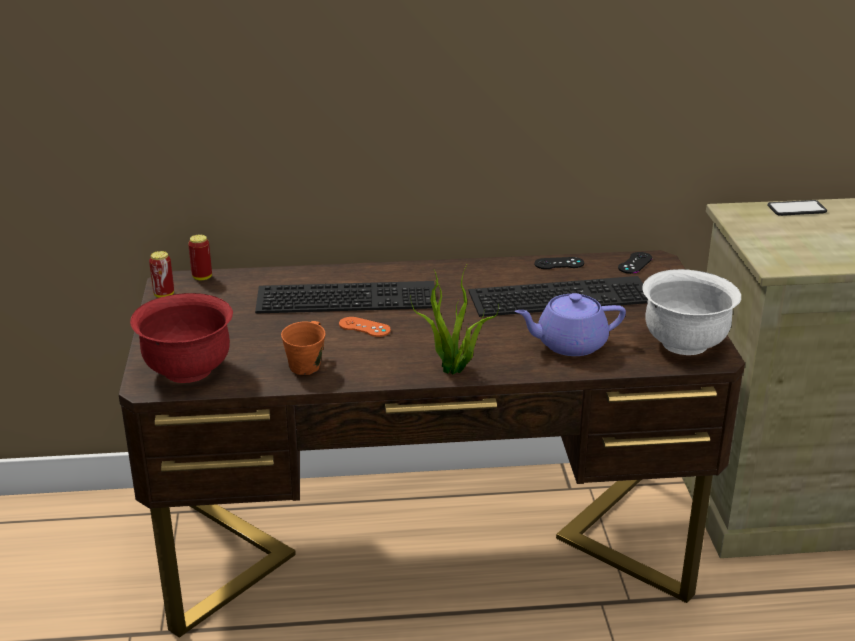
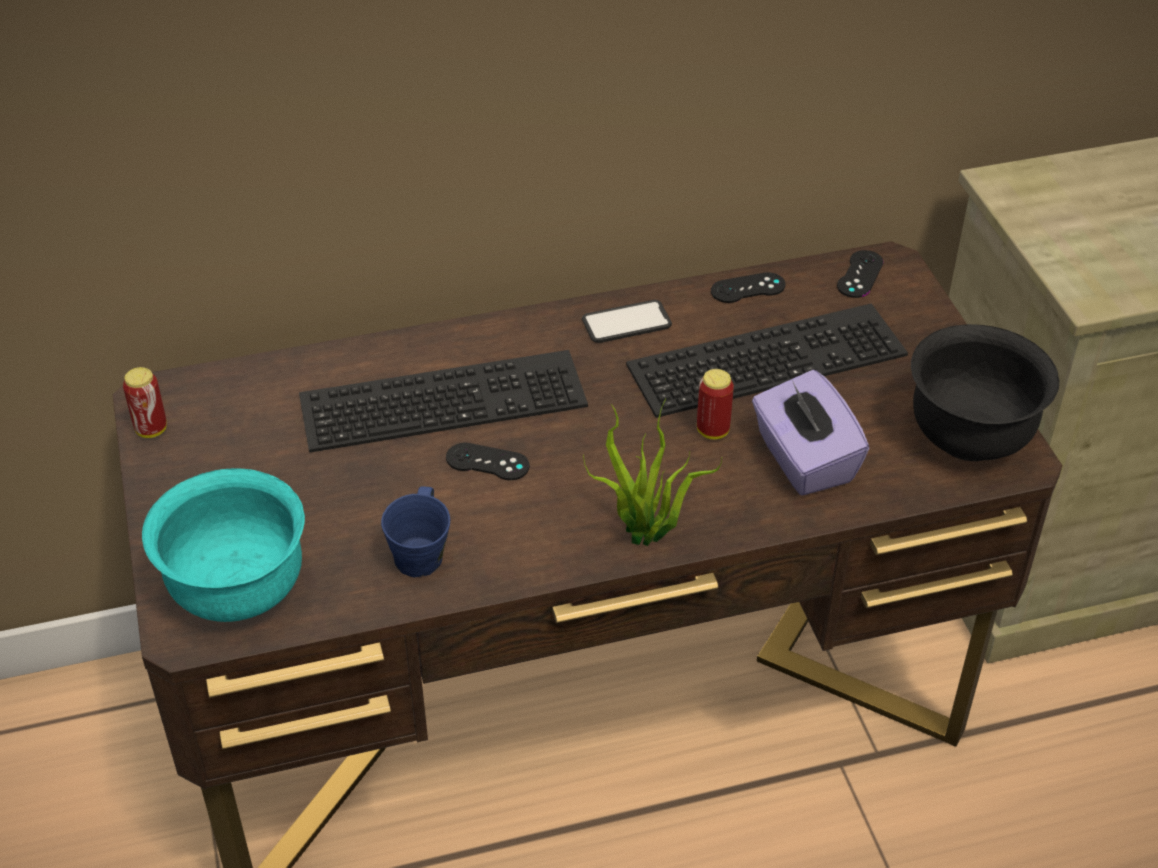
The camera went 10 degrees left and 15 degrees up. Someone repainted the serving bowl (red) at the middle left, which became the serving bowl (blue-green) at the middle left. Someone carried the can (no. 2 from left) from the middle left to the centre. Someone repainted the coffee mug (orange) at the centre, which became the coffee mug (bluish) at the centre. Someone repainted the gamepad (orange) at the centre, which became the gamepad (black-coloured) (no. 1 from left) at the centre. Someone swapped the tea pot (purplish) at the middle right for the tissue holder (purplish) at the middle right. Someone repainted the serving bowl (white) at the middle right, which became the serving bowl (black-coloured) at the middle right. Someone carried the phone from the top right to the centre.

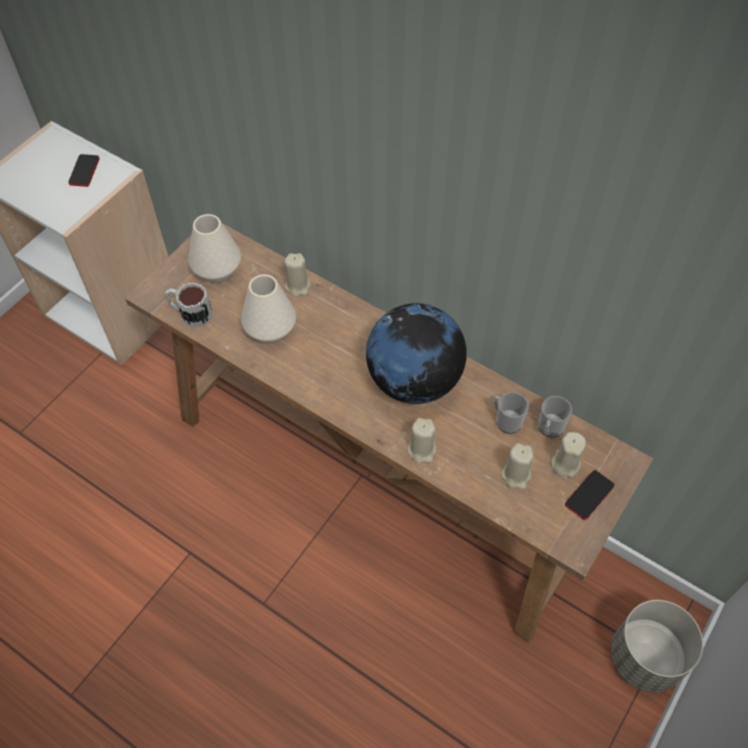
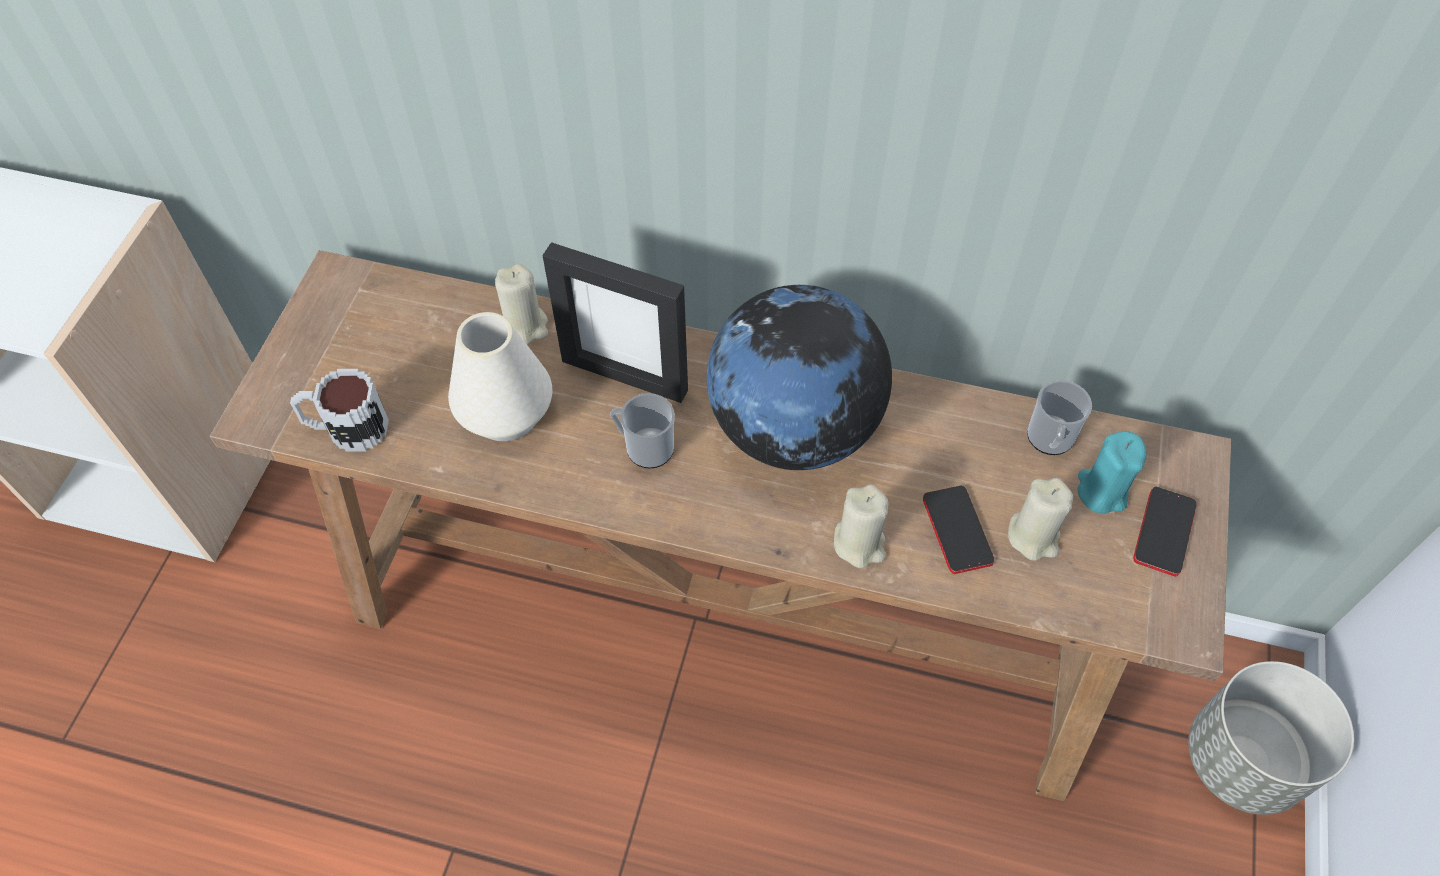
The camera went 20 degrees left and 0 degrees up. Someone carried the phone (no. 1 from left) from the top left to the centre. Someone took away the vase (white) (no. 1 from left) at the top left. Someone carried the coffee mug (no. 2 from left) from the middle right to the centre. Someone repainted the wax light (beige) (no. 4 from left) at the middle right, which became the wax light (blue-green) at the middle right. Someone put down the picture frame at the centre.

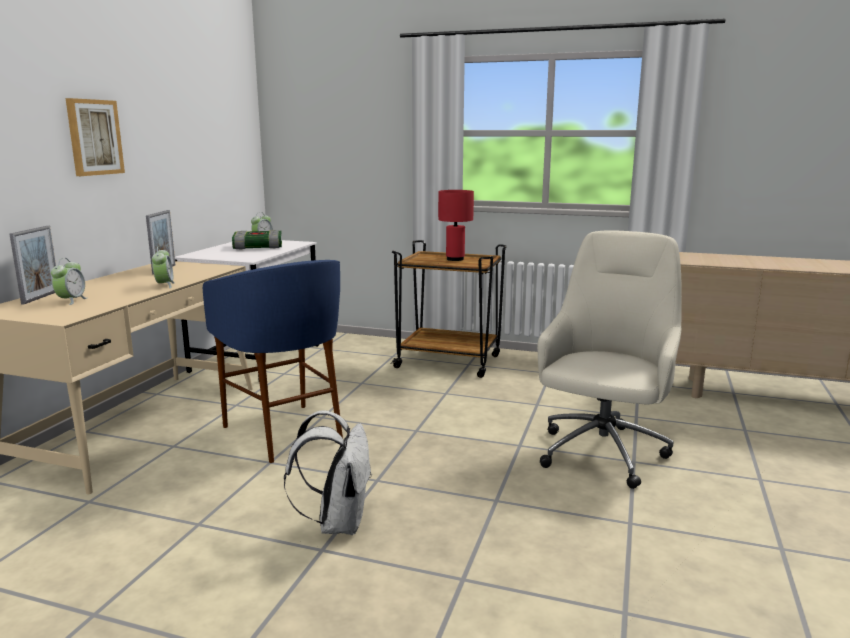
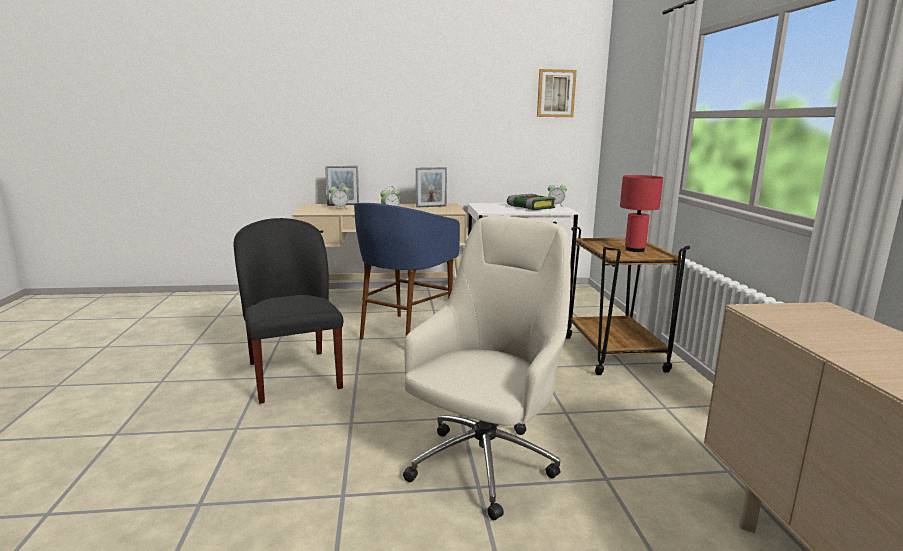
The camera went 65 degrees right and 0 degrees up. Someone carried the wall art from the top left to the top centre. Someone swapped the knapsack (white) at the bottom centre for the upright chair (black-coloured) at the middle left. Someone rotated the computer chair (beige) at the middle right by 60 degrees counterclockwise.

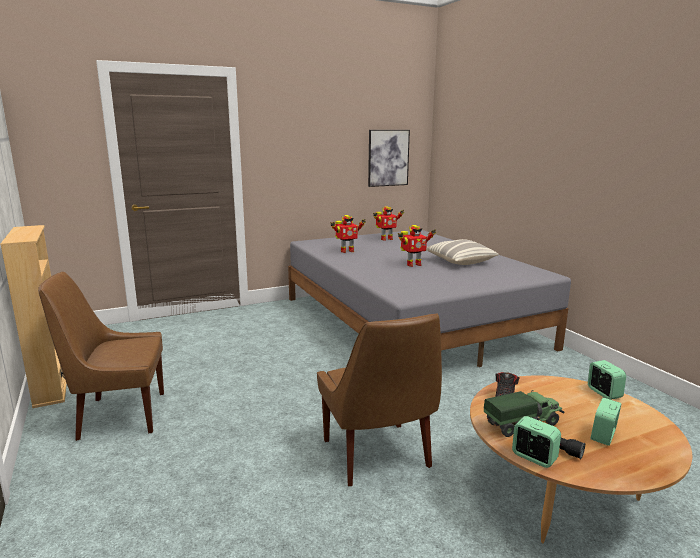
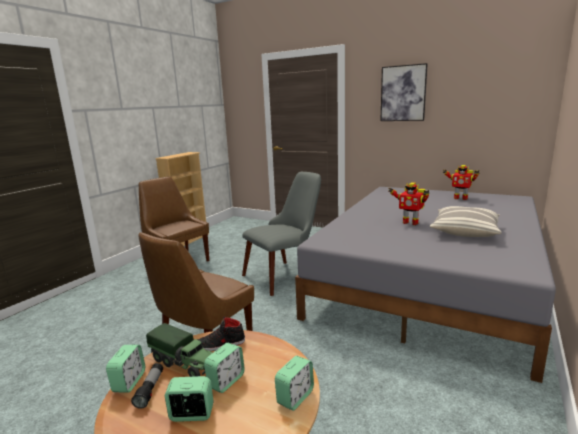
The camera went 55 degrees right and 0 degrees up. Someone took away the robot figure (no. 1 from left) at the centre. Someone carried the wall art from the top centre to the top right. Someone put down the bedside clock (no. 3 from left) at the bottom centre. Someone put down the upright chair (gray) at the centre.

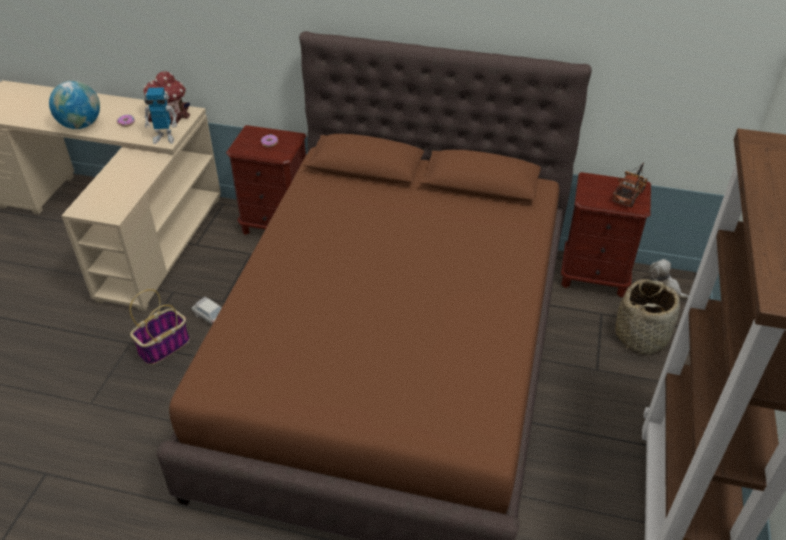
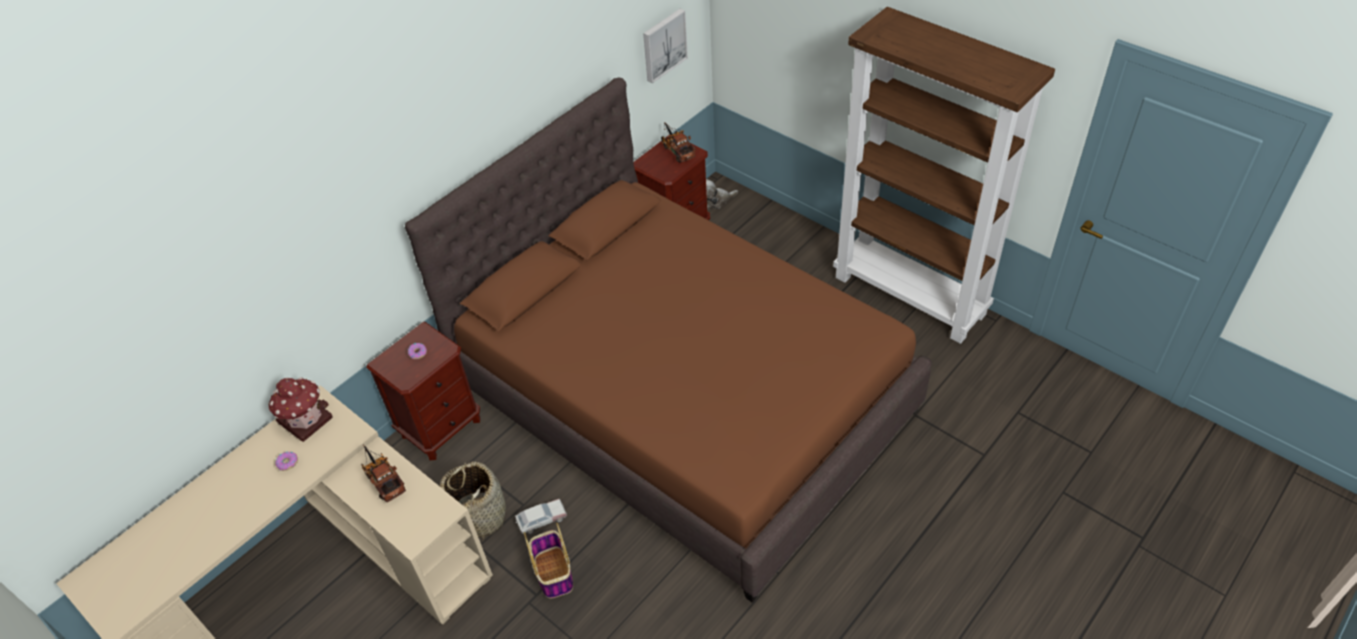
The camera went 60 degrees left and 5 degrees up. Someone took away the desk globe at the top left. Someone took away the robot figure at the top left. Someone carried the storage basket (no. 2 from left in the first image) from the middle right to the bottom centre. Someone put down the toy truck (no. 1 from left) at the bottom left. Someone put up the wall art at the top centre.

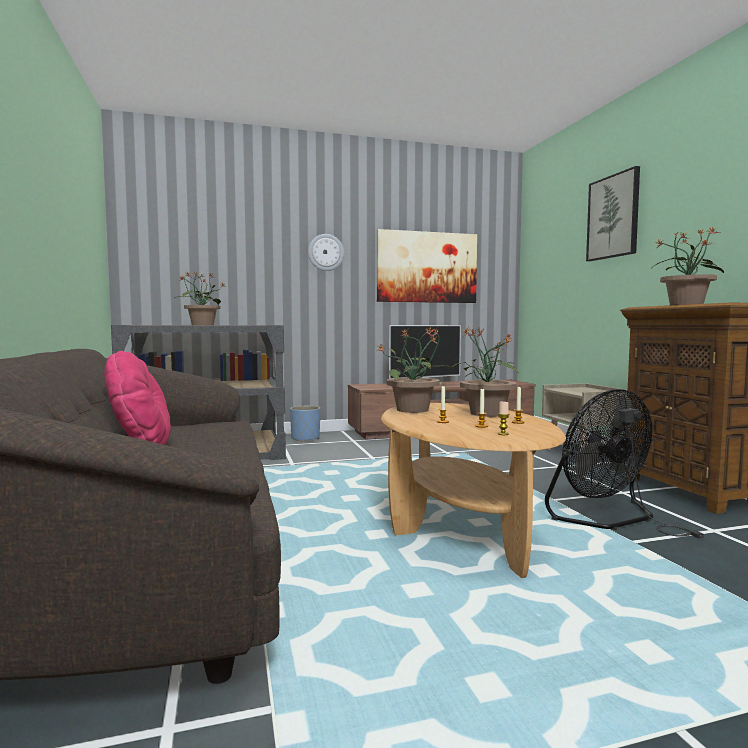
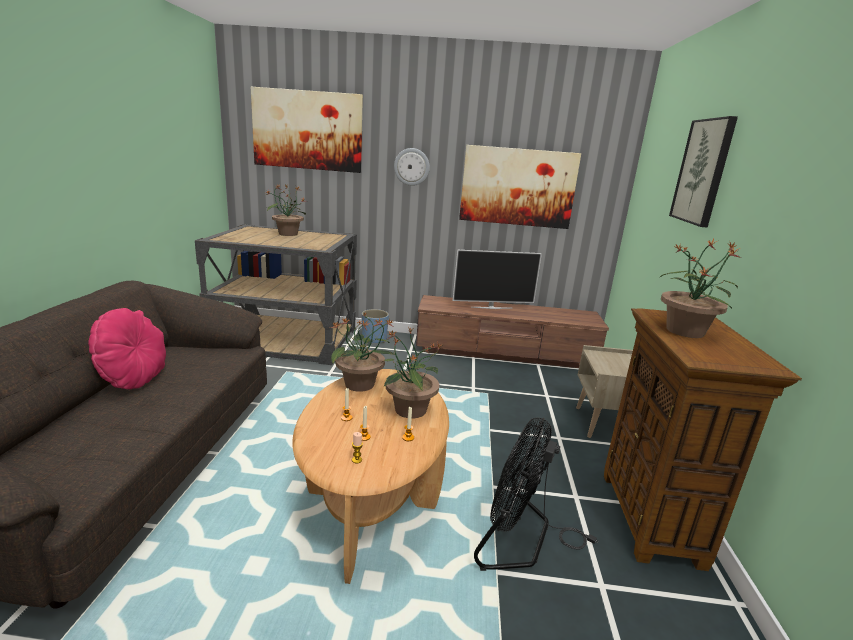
The camera went 20 degrees right and 15 degrees up. Someone rotated the electric fan (black-coloured) at the middle right by 60 degrees counterclockwise. Someone put up the wall art (no. 1 from left) at the top centre.

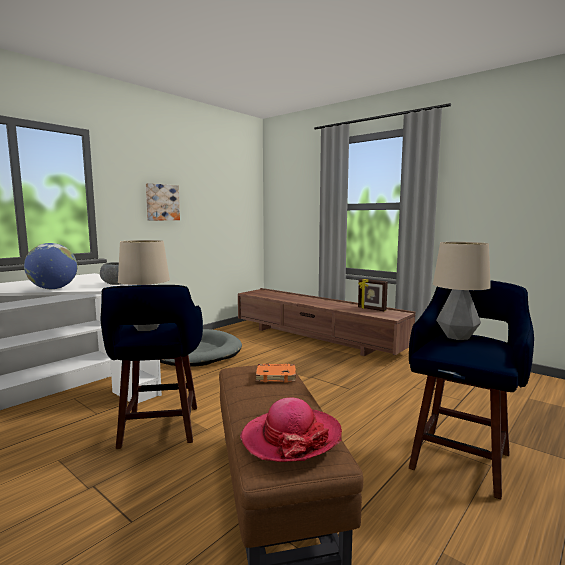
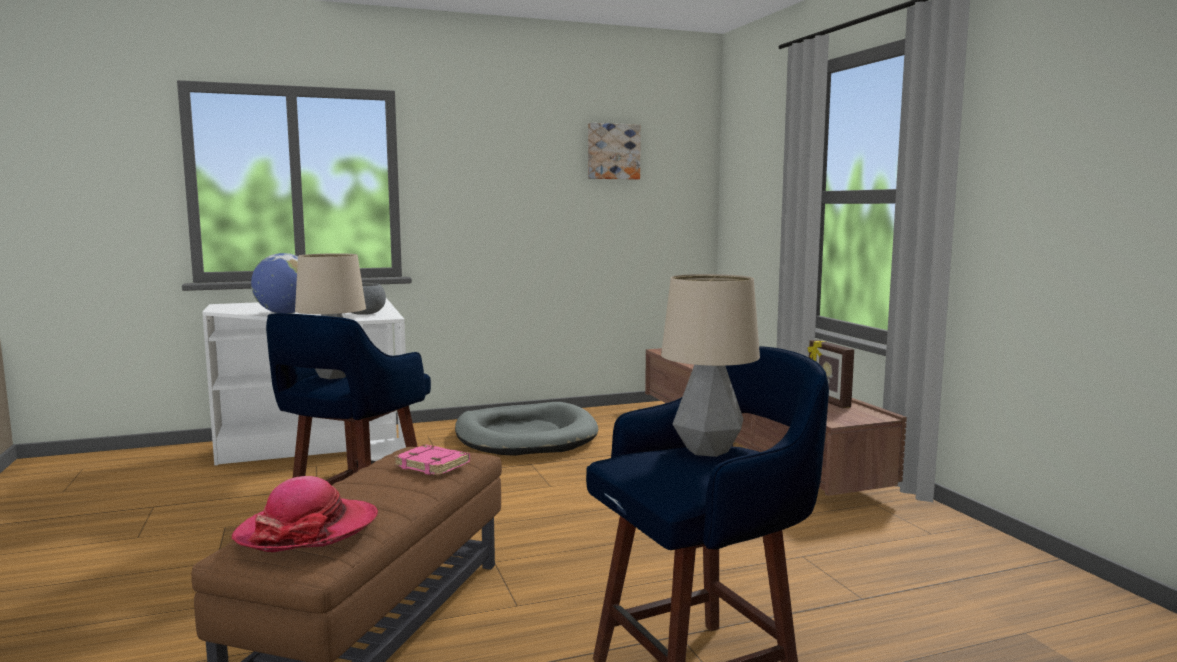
The camera went 30 degrees right and 0 degrees up. Someone carried the wall art from the middle left to the top centre. Someone repainted the volume (orange) at the centre, which became the volume (pinkish) at the bottom centre.

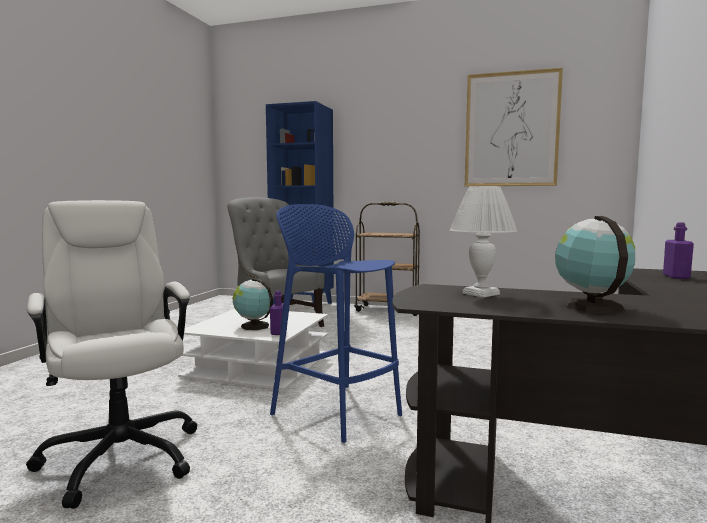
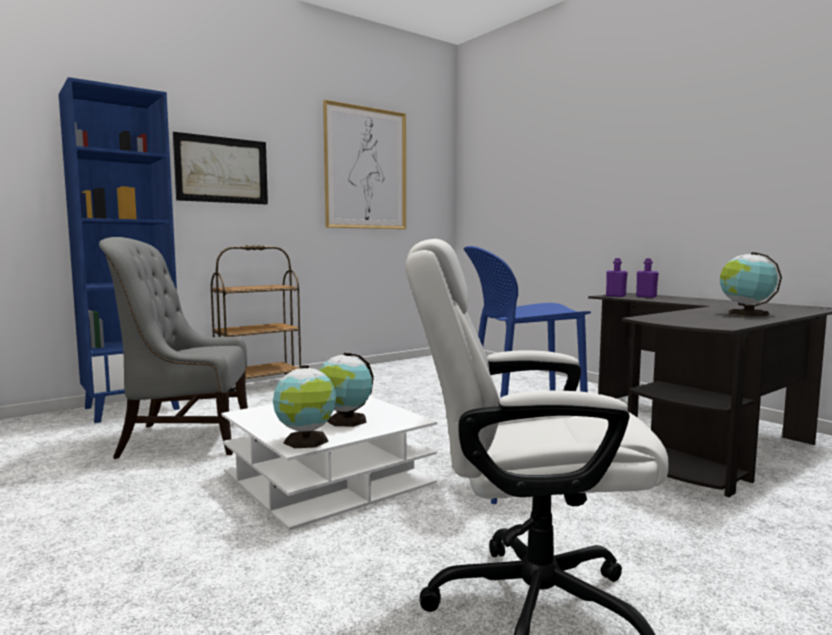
The camera went 55 degrees left and 0 degrees up. Someone carried the drink bottle (purplish) (no. 1 from left) from the centre to the middle right. Someone took away the table lamp (white) at the middle right. Someone put up the wall art (no. 1 from left) at the top left. Someone put down the desk globe (no. 1 from left) at the centre.

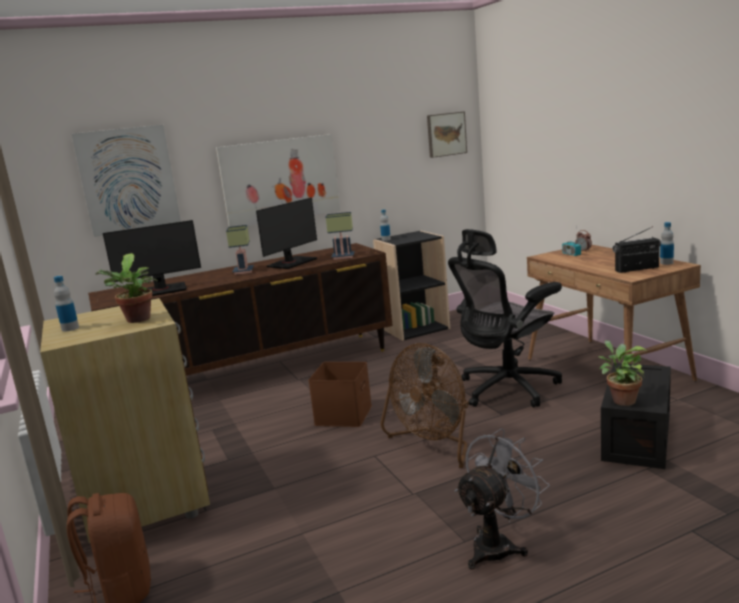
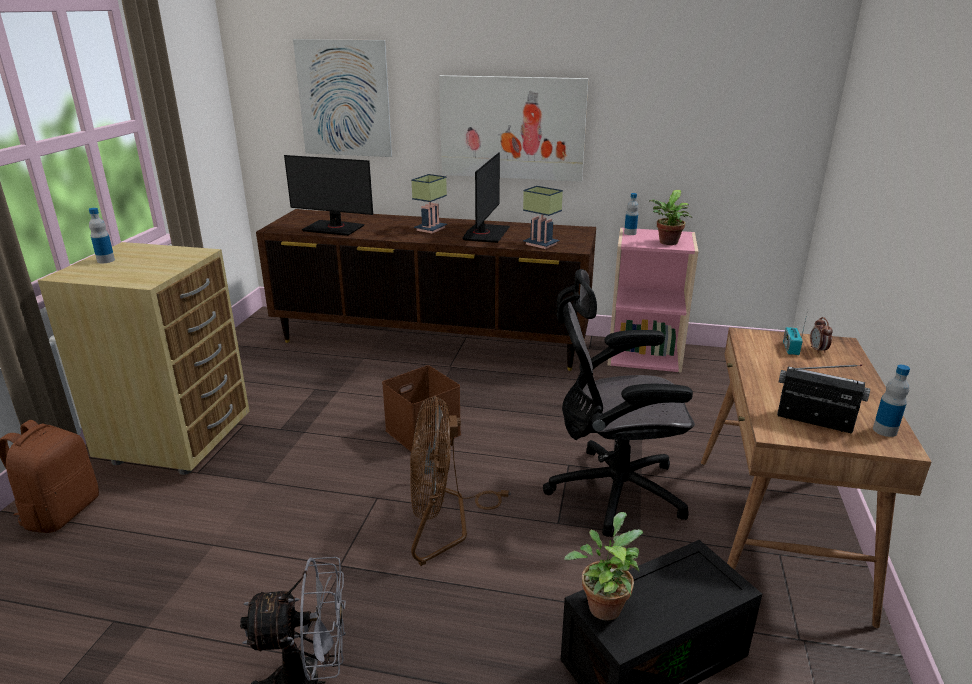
The camera went 35 degrees right and 10 degrees up. Someone carried the houseplant (no. 1 from left in the first image) from the middle left to the top right. Someone rotated the monitor (no. 2 from left) at the centre by 60 degrees counterclockwise. Someone repainted the bookshelf (black-coloured) at the centre, which became the bookshelf (pinkish) at the middle right. Someone took away the wall art (no. 3 from left) at the top centre.

